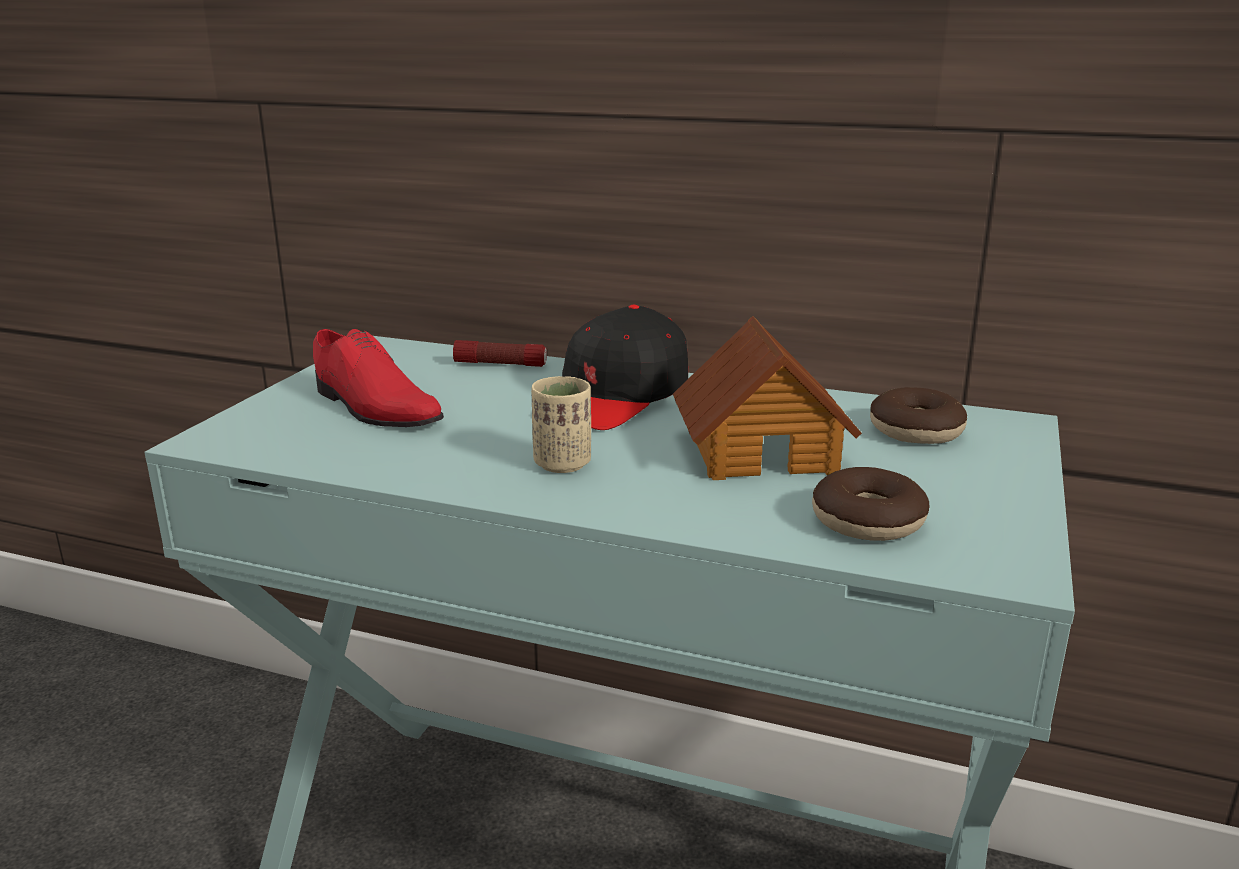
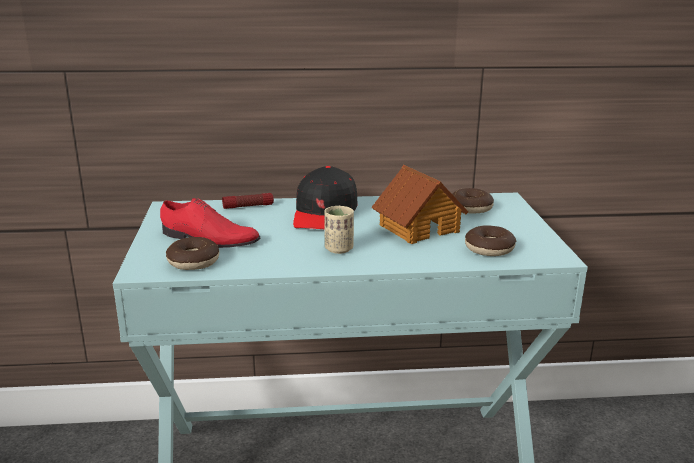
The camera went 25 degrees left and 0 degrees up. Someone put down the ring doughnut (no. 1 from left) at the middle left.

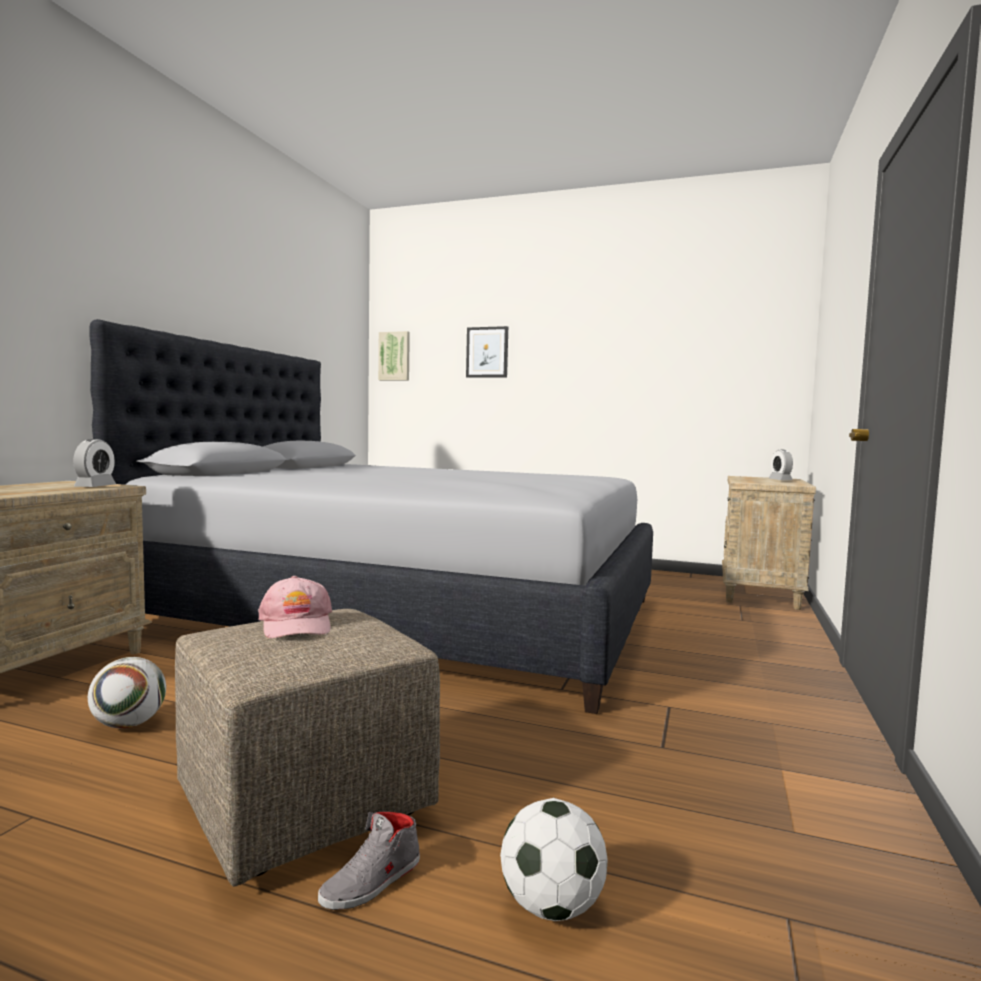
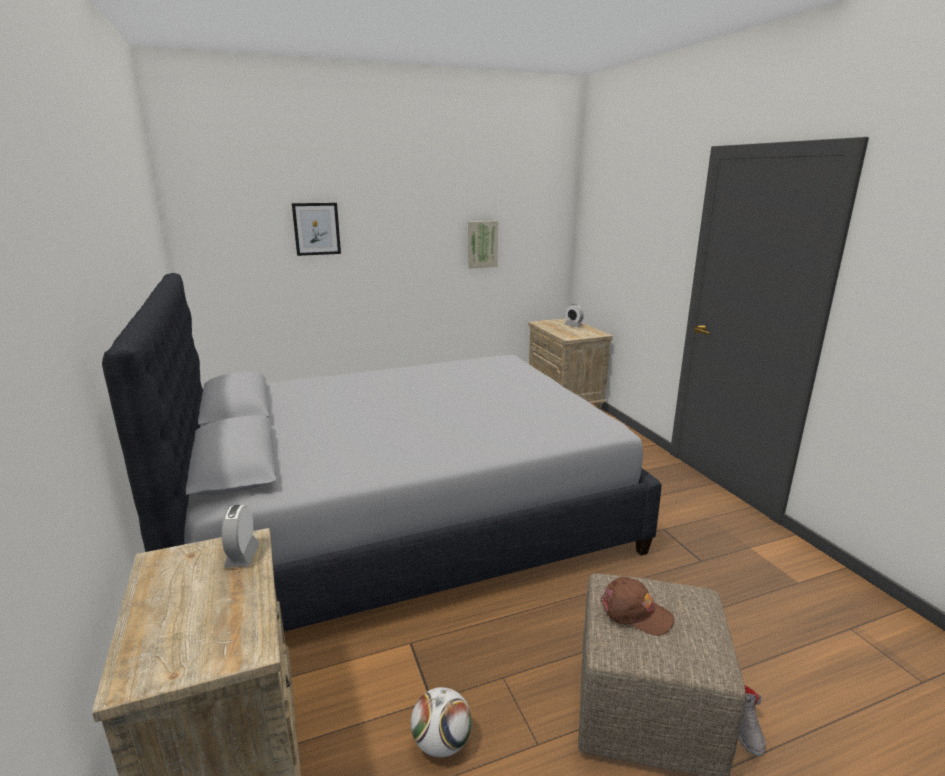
The camera went 40 degrees left and 15 degrees up. Someone rotated the bedside clock (no. 1 from left) at the middle left by 150 degrees counterclockwise. Someone repainted the peaked cap (pinkish) at the middle left, which became the peaked cap (brownish) at the bottom right. Someone carried the wall art (no. 1 from left in the first image) from the centre to the top centre. Someone took away the football (no. 2 from left) at the bottom centre.

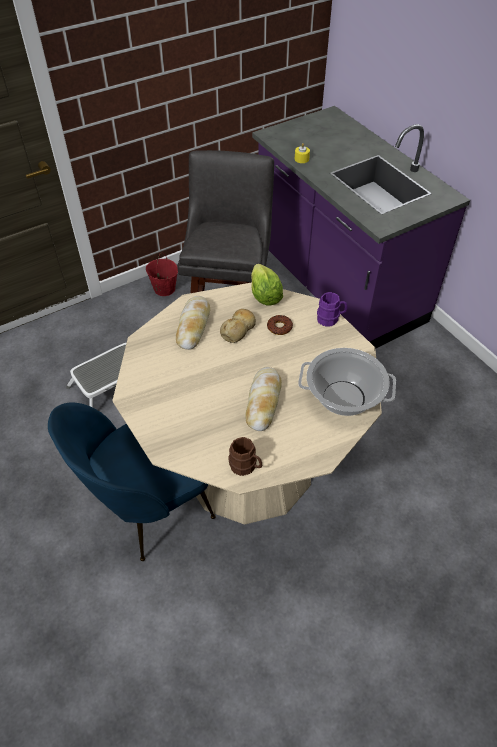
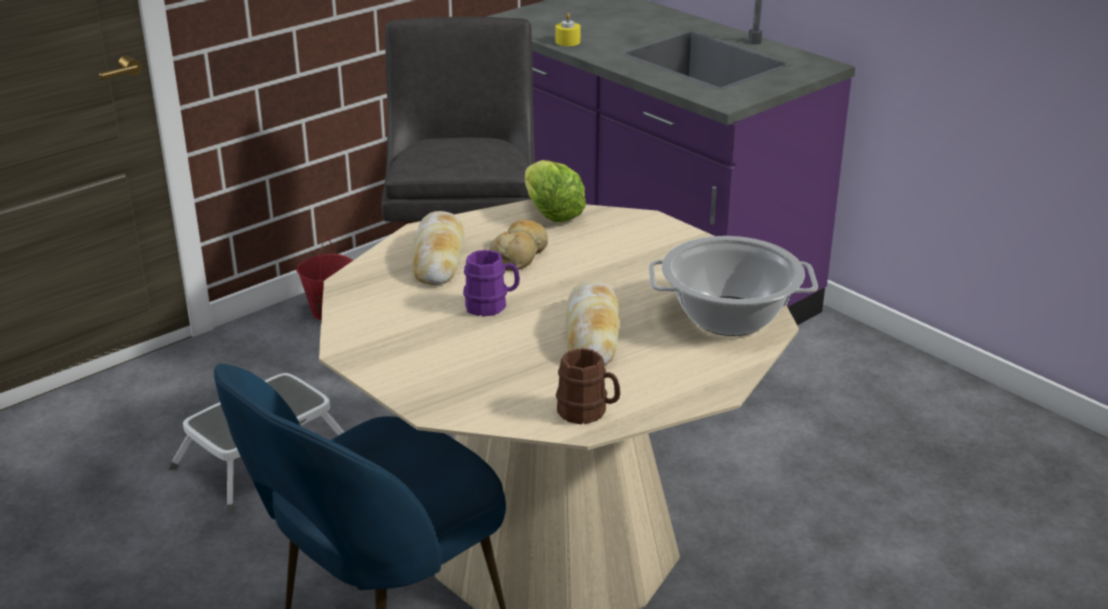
The camera went 10 degrees left and 20 degrees down. Someone took away the ring doughnut at the centre. Someone carried the coffee mug (purplish) from the middle right to the centre.

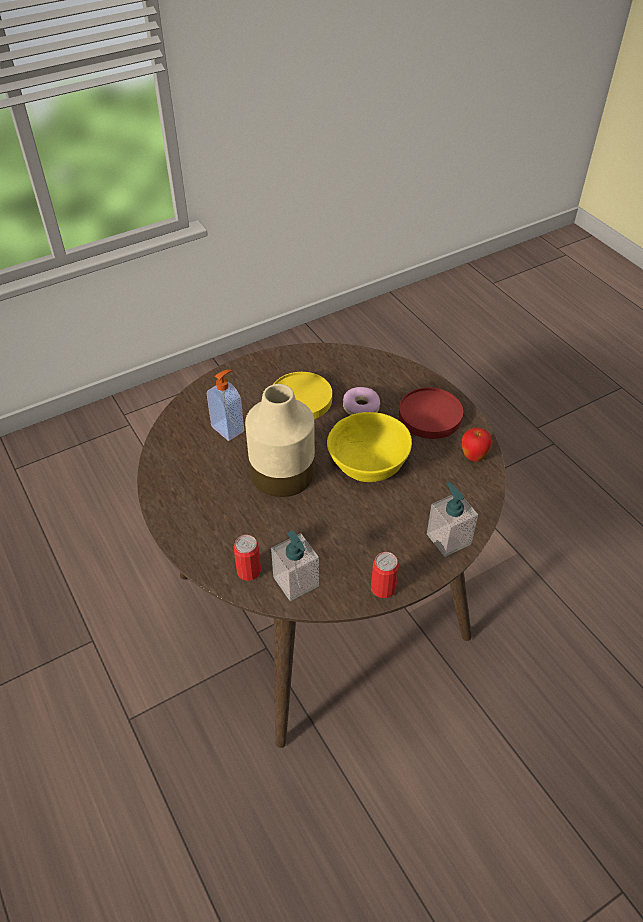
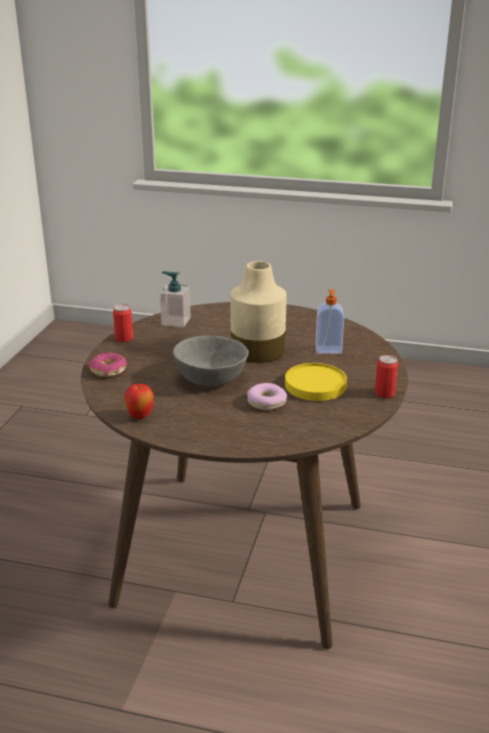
The camera went 135 degrees right and 20 degrees down. Someone carried the can (no. 1 from left in the first image) from the centre to the middle right. Someone repainted the serving bowl (yellowish) at the centre, which became the serving bowl (gray) at the centre. Someone took away the plate (red) at the middle right. Someone swapped the soap dispenser (no. 3 from left) at the middle right for the ring doughnut (no. 1 from left) at the middle left.

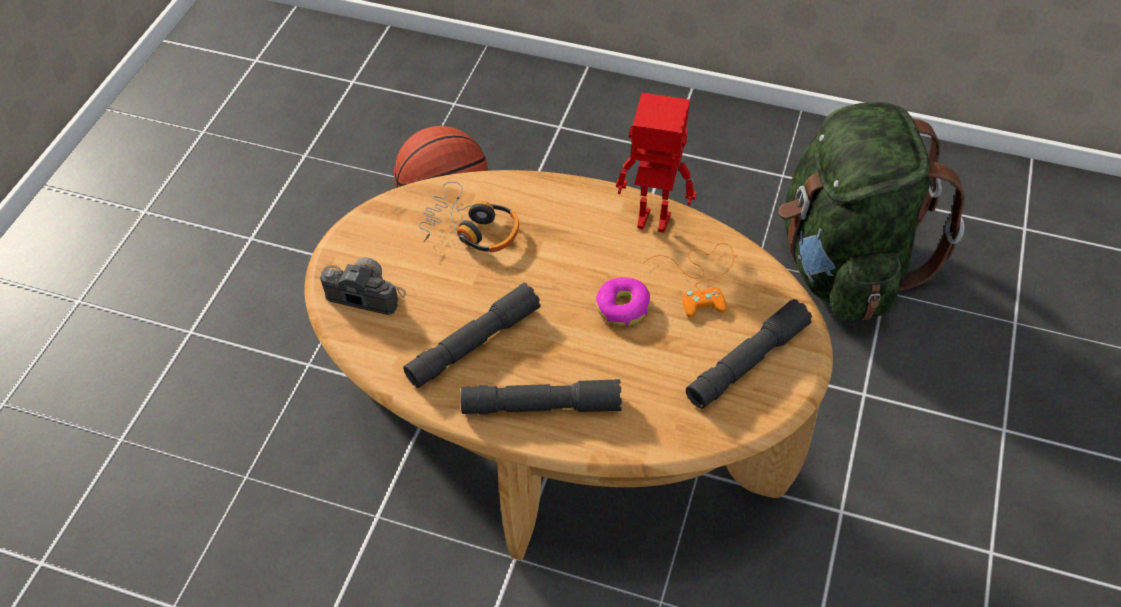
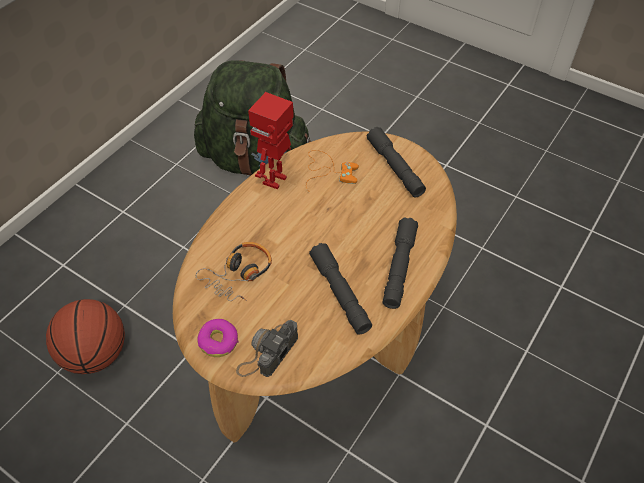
The camera went 75 degrees left and 0 degrees up. Someone carried the ring doughnut from the centre to the bottom centre.

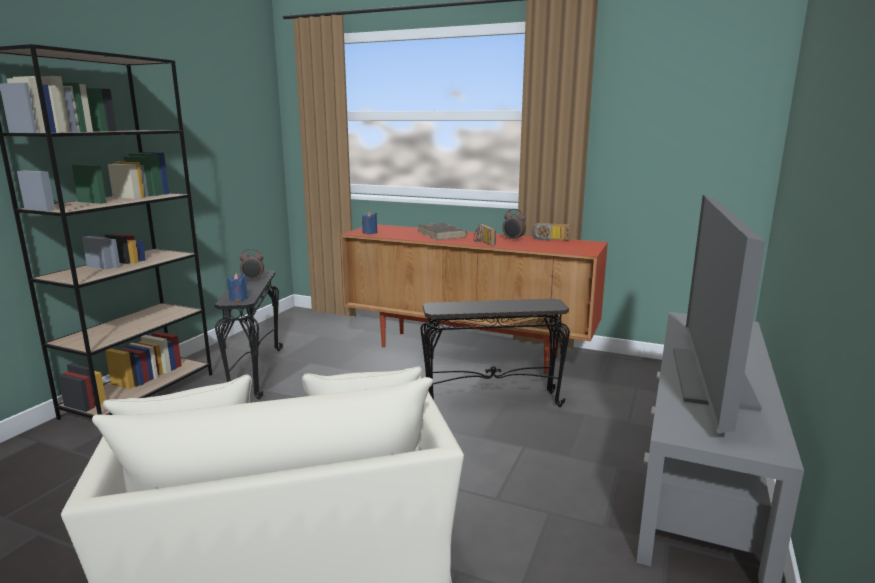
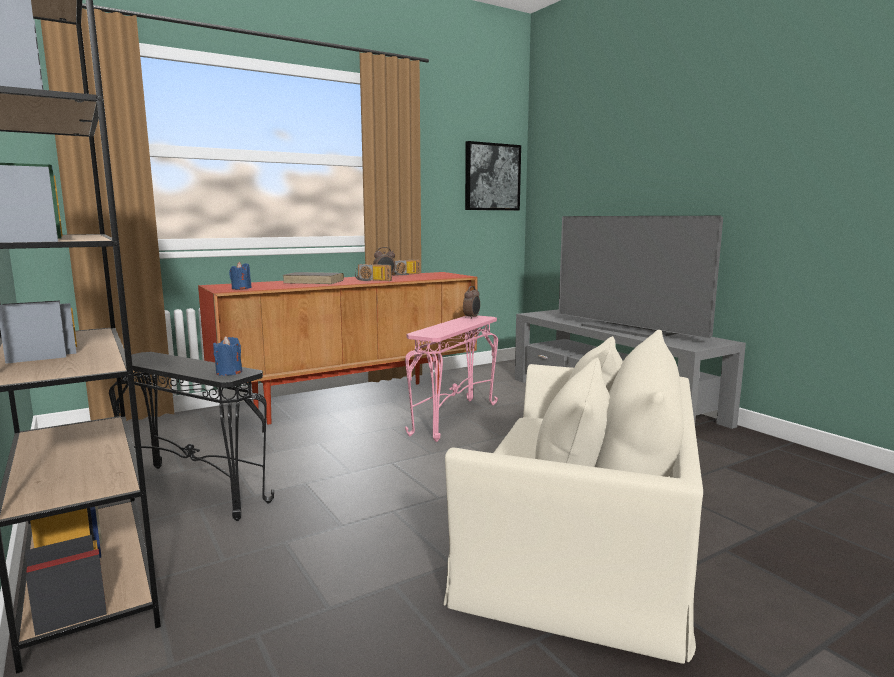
The camera went 55 degrees left and 5 degrees down. Someone carried the bedside clock (no. 1 from left in the first image) from the middle left to the centre. Someone repainted the side table (black-coloured) (no. 2 from left) at the centre, which became the side table (pinkish) at the centre. Someone put up the wall art at the top centre.

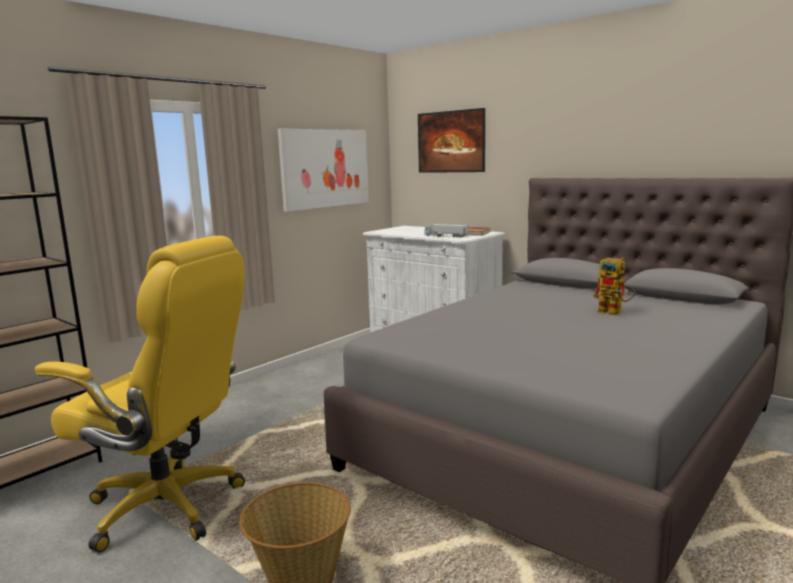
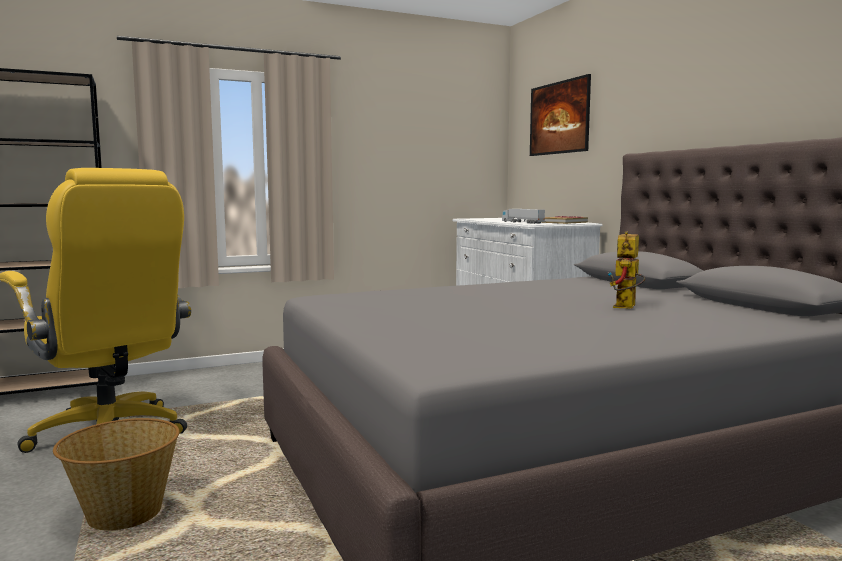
The camera went 25 degrees right and 5 degrees down. Someone took away the wall art (no. 1 from left) at the top centre. Someone rotated the robot figure at the middle right by 45 degrees clockwise.

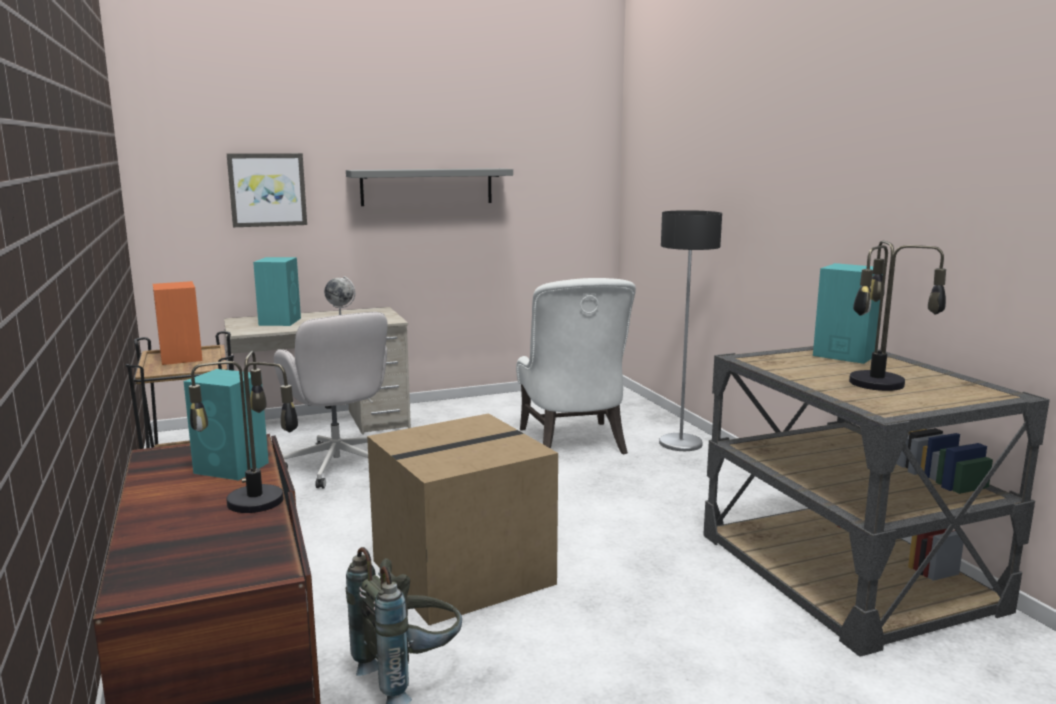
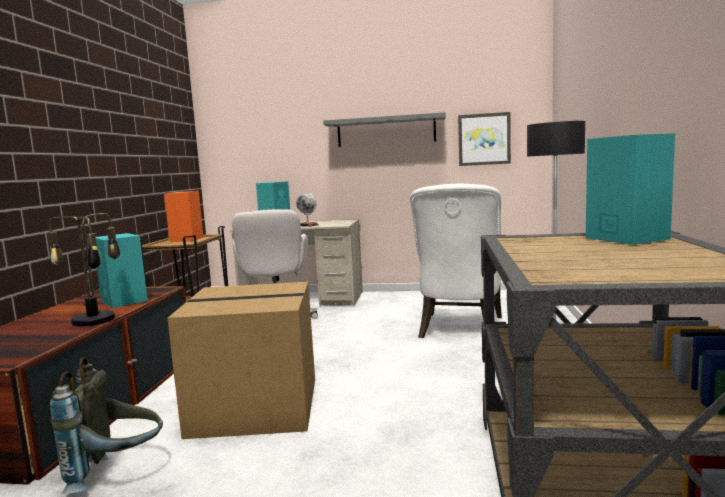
The camera went 30 degrees right and 5 degrees down. Someone carried the wall art from the top left to the top right. Someone took away the table lamp (no. 2 from left) at the middle right.

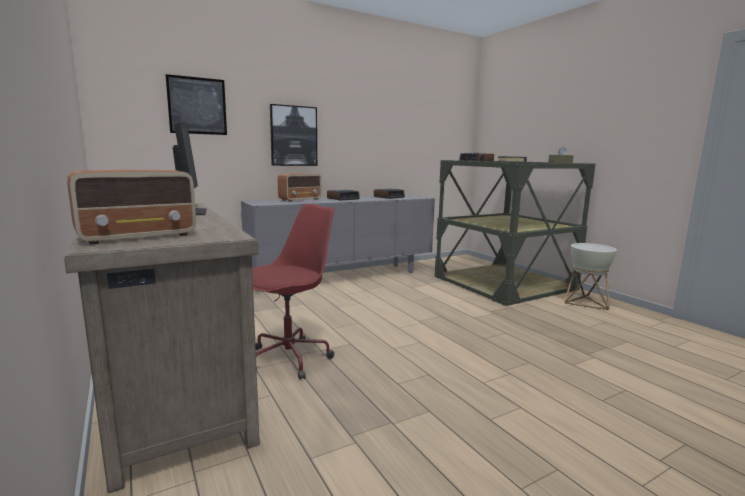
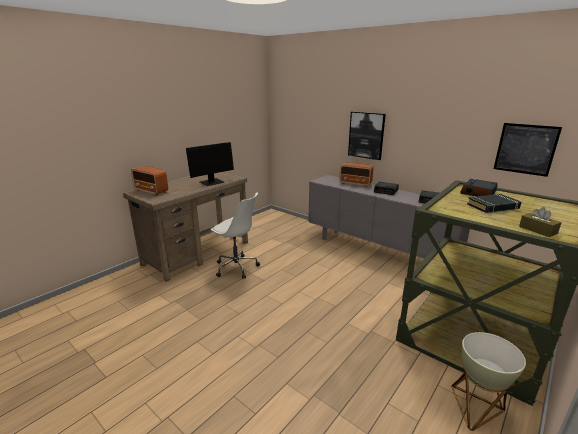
The camera went 70 degrees right and 10 degrees up. Someone carried the wall art (no. 1 from left in the first image) from the top left to the middle right. Someone repainted the computer chair (red) at the centre, which became the computer chair (white) at the centre.

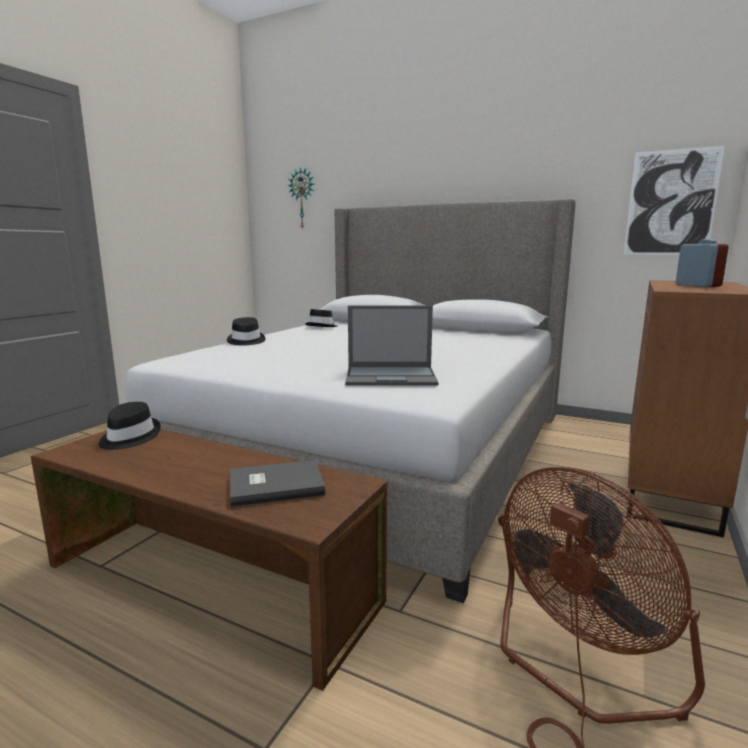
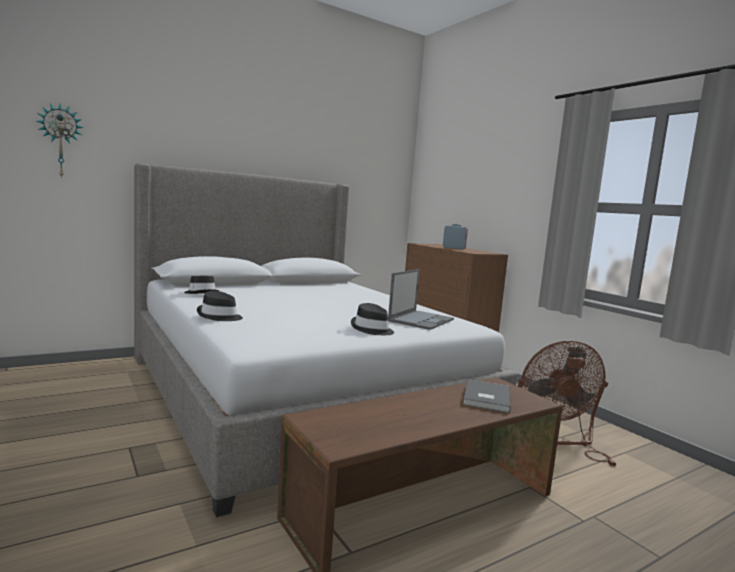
The camera went 60 degrees left and 5 degrees down. Someone carried the clothing hat (black-coloured) (no. 1 from left in the first image) from the middle left to the centre. Someone took away the wall art at the top right.

